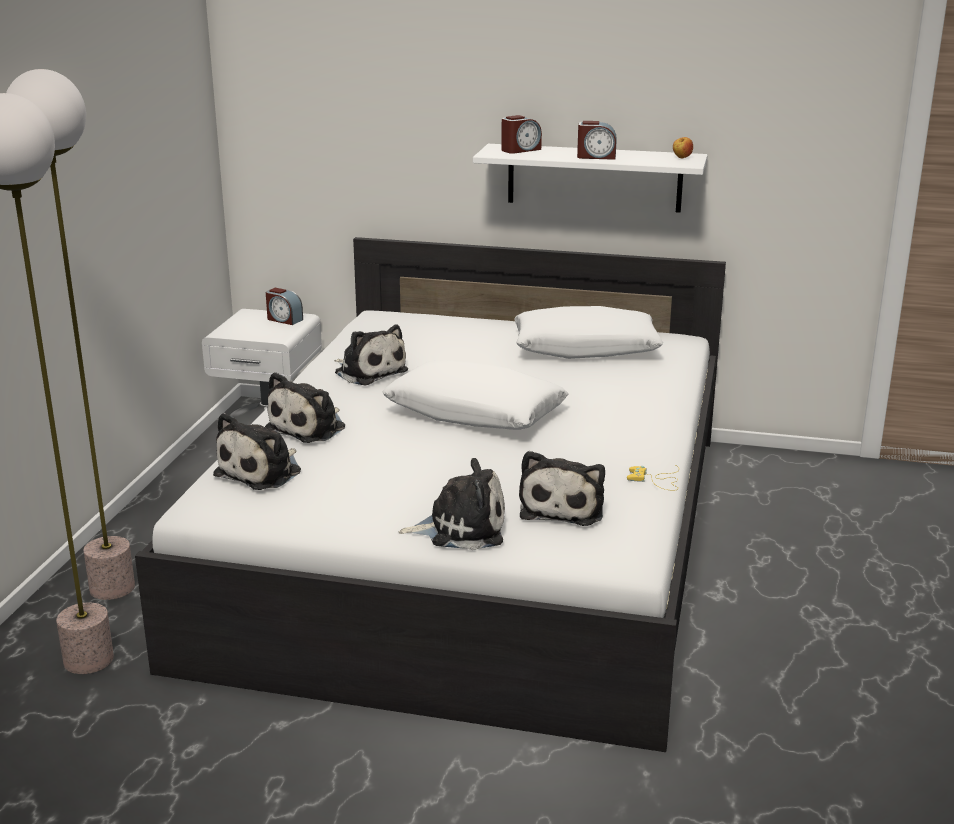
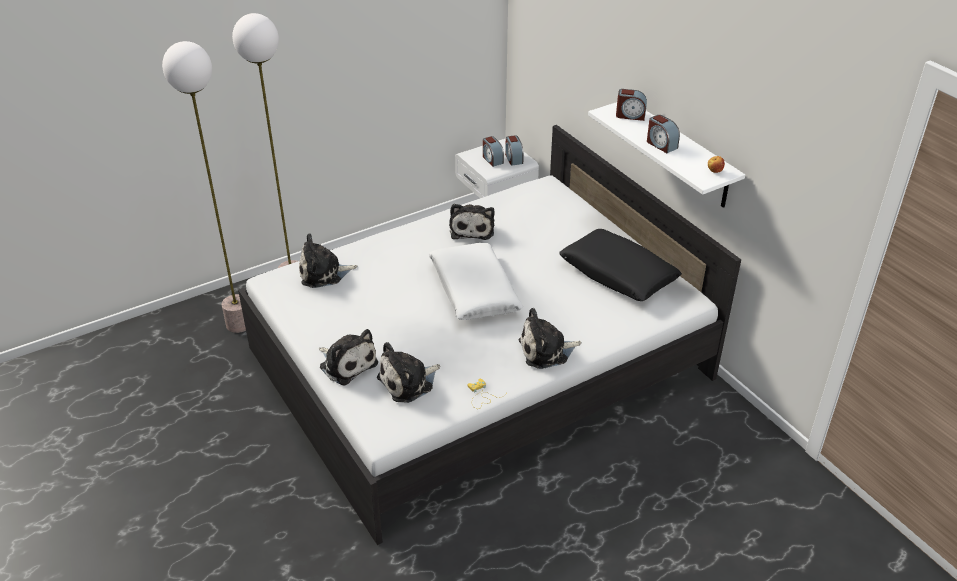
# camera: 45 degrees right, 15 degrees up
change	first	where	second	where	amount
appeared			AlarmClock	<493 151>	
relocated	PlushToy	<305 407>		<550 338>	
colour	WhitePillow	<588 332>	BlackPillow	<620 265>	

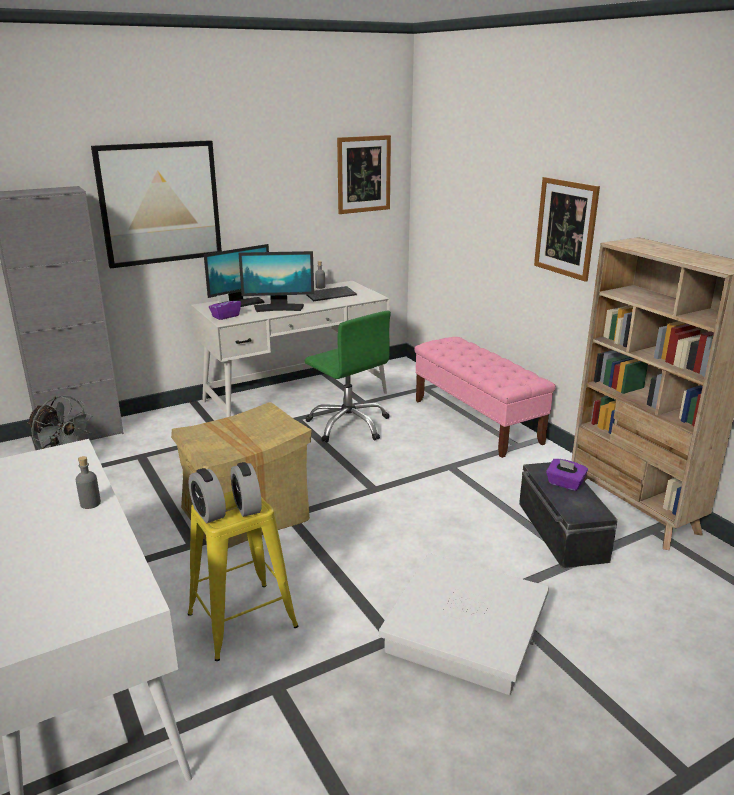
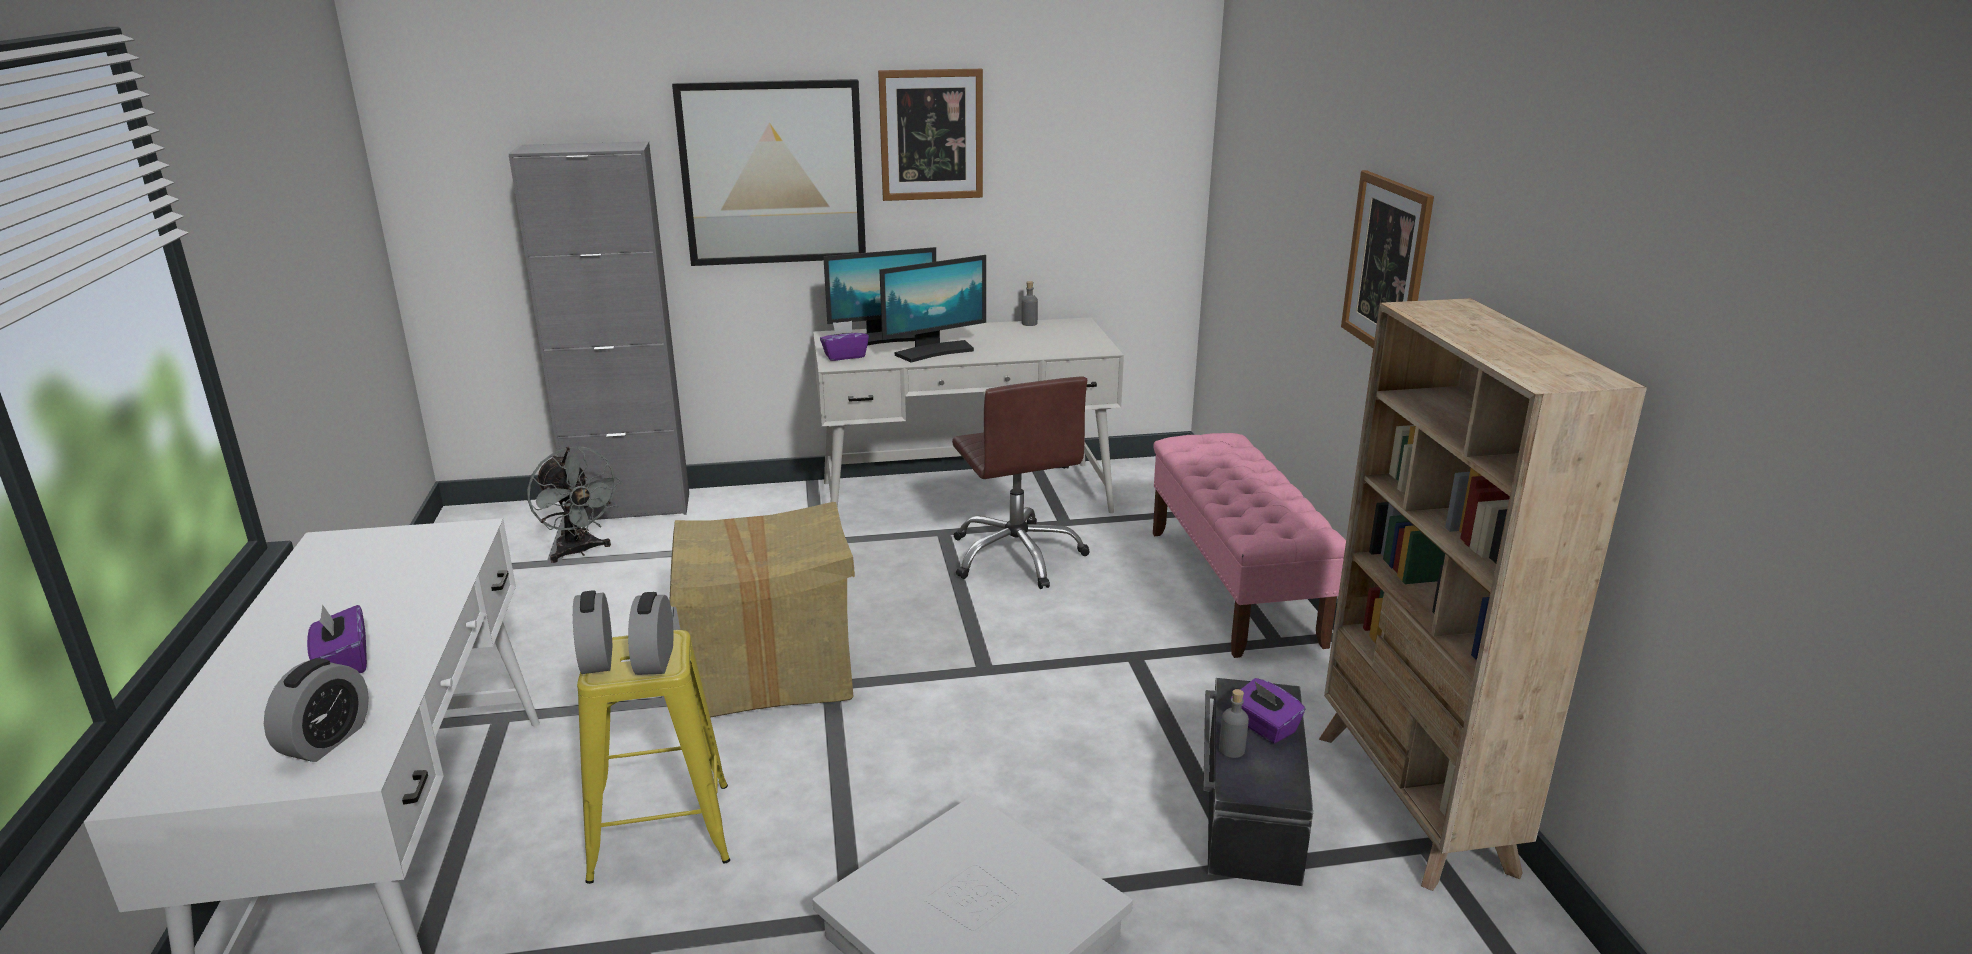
# camera: 20 degrees right, 0 degrees up
change	first	where	second	where	amount
missing	Keyboard	<332 293>			
appeared			AlarmClock	<316 710>	
appeared			PurpleTissueBox	<337 639>	
relocated	GreyBottle	<88 482>		<1234 723>	
relocated	Picture	<364 174>		<930 135>	
colour	GreenOfficeChair	<348 377>	BrownOfficeChair	<1021 483>	
spun	Monitor	<276 281>		<932 309>	45 degrees counterclockwise

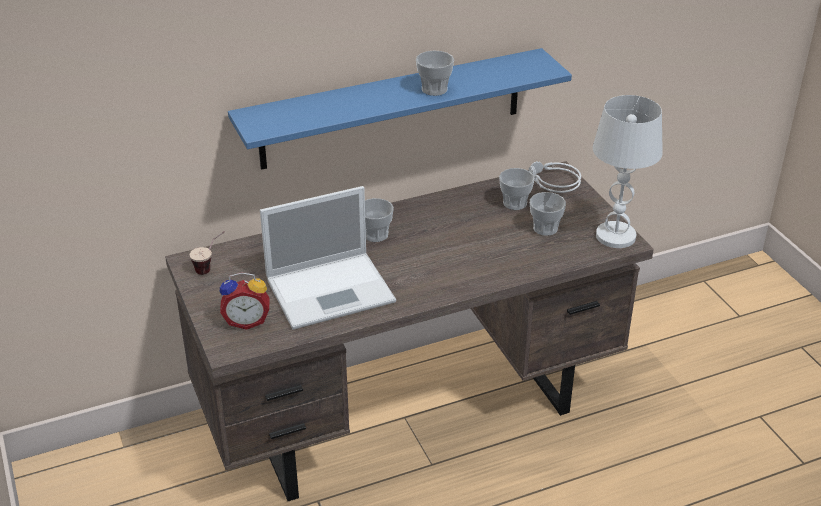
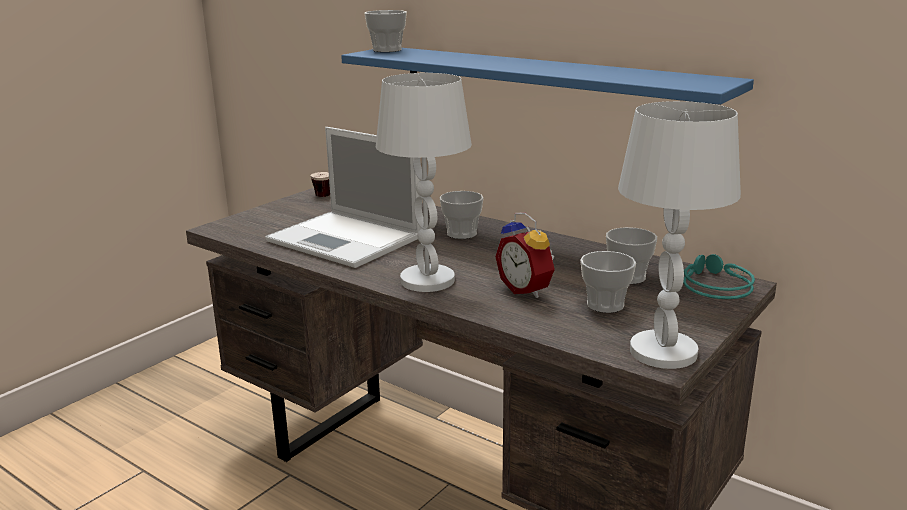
# camera: 60 degrees right, 15 degrees down
change	first	where	second	where	amount
appeared			WhiteTableLamp	<424 182>	
relocated	AlarmClock	<245 301>		<525 255>	
relocated	Cup	<435 73>		<385 31>	
colour	GreyHeadphones	<555 177>	TurquoiseHeadphones	<719 276>	

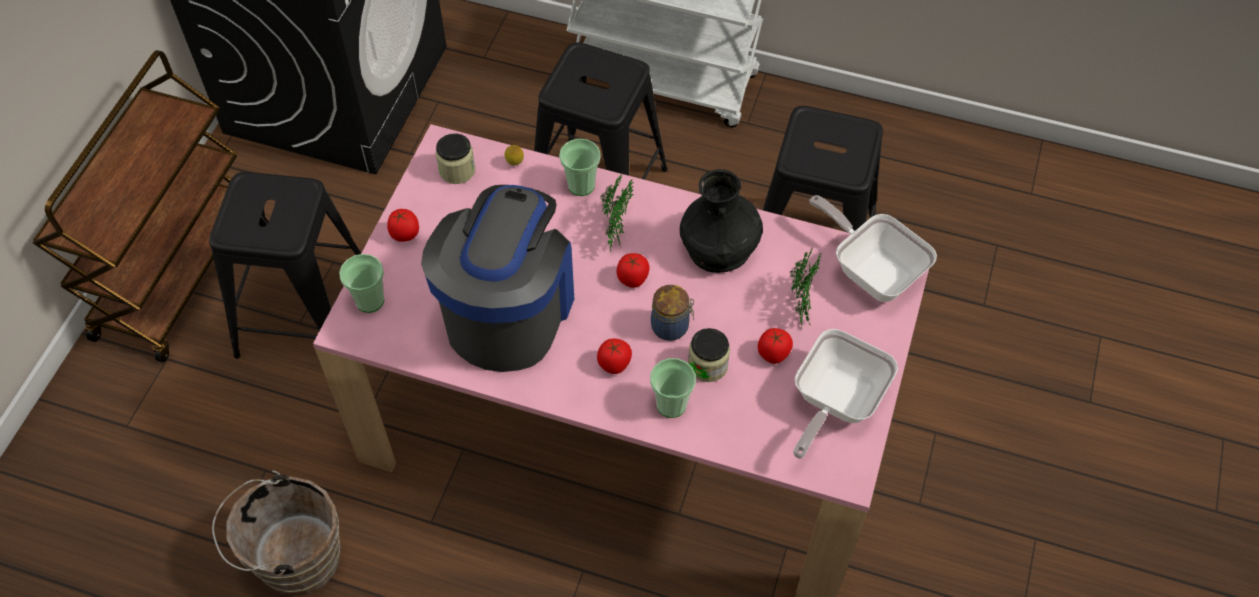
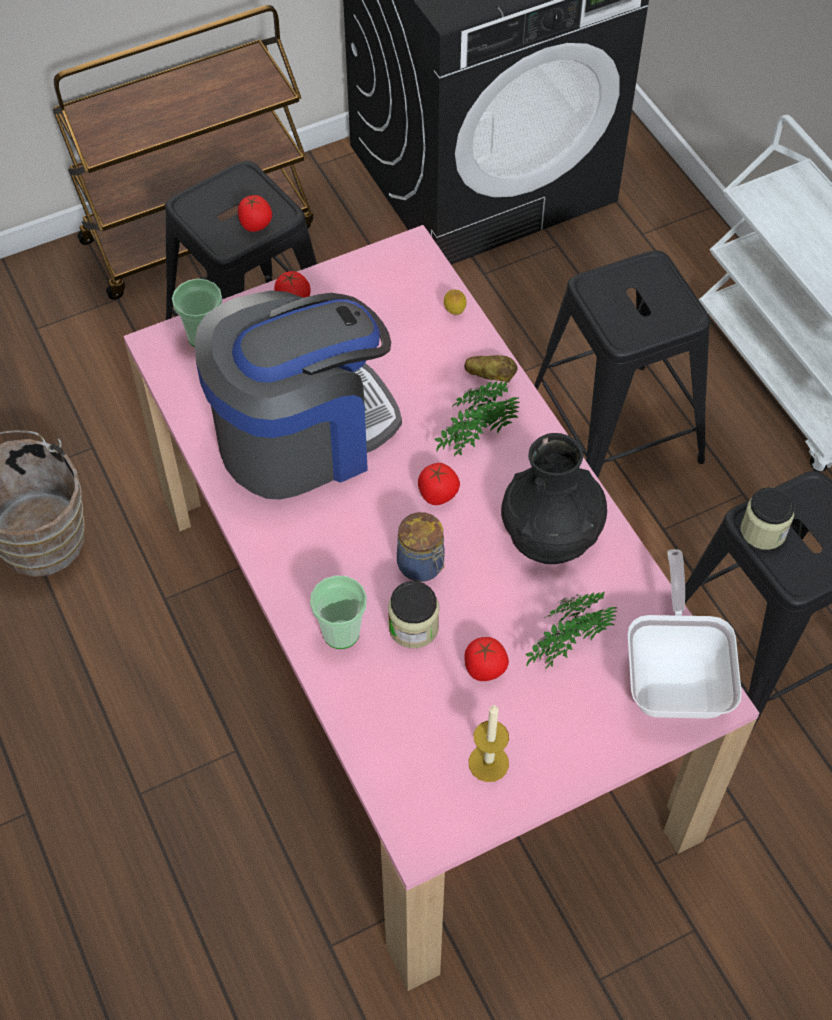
# camera: 45 degrees right, 0 degrees up
change	first	where	second	where	amount
relocated	Jar	<456 158>		<768 518>	
relocated	Tomato	<614 356>		<255 213>	
exchanged	Cup	<580 167>	Potato	<490 369>	
exchanged	FryingPan	<845 394>	Candle	<489 743>	

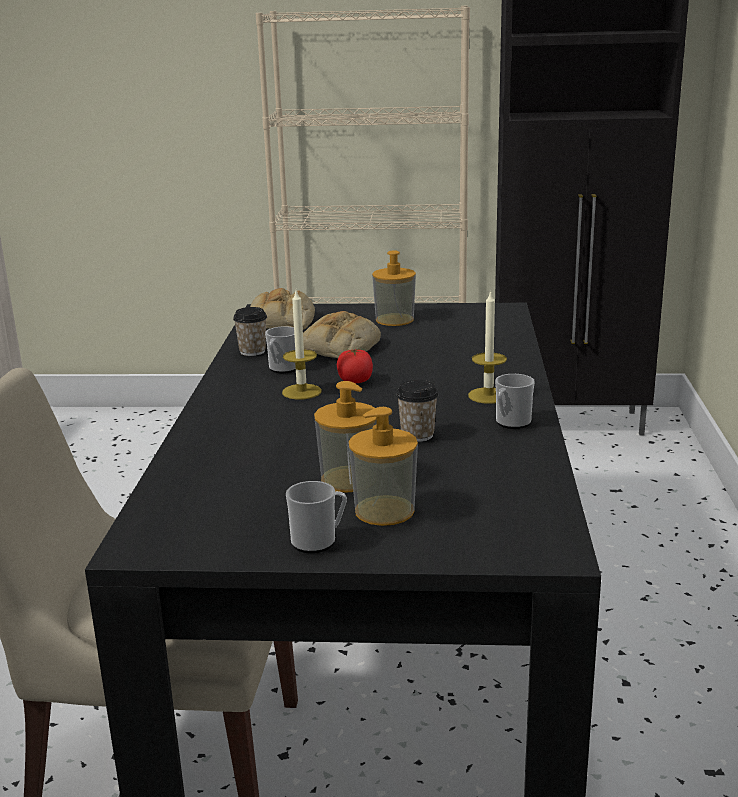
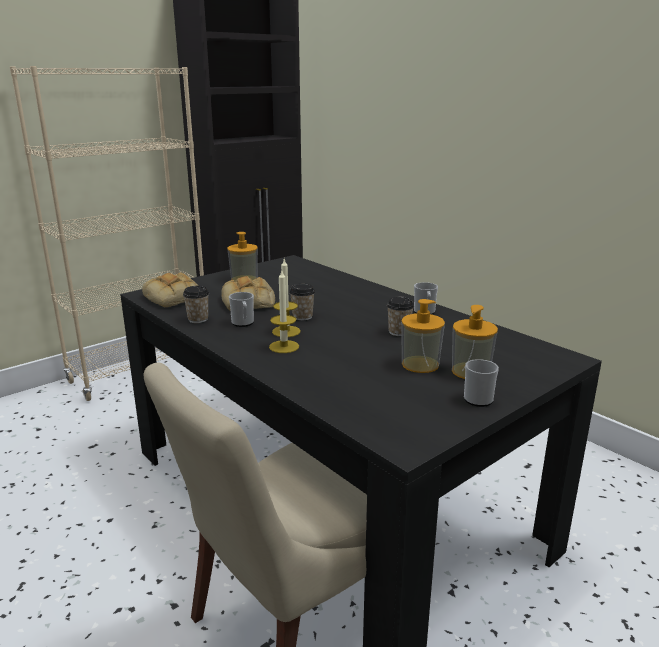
# camera: 45 degrees left, 0 degrees up
change	first	where	second	where	amount
relocated	Candle	<487 347>		<284 312>	
exchanged	Tomato	<355 366>	Cup	<302 302>	

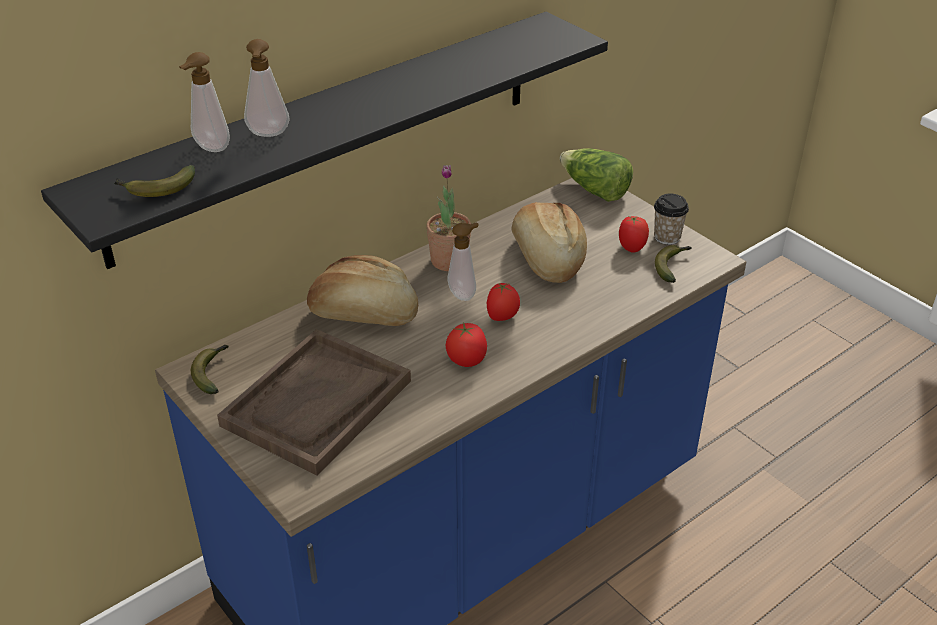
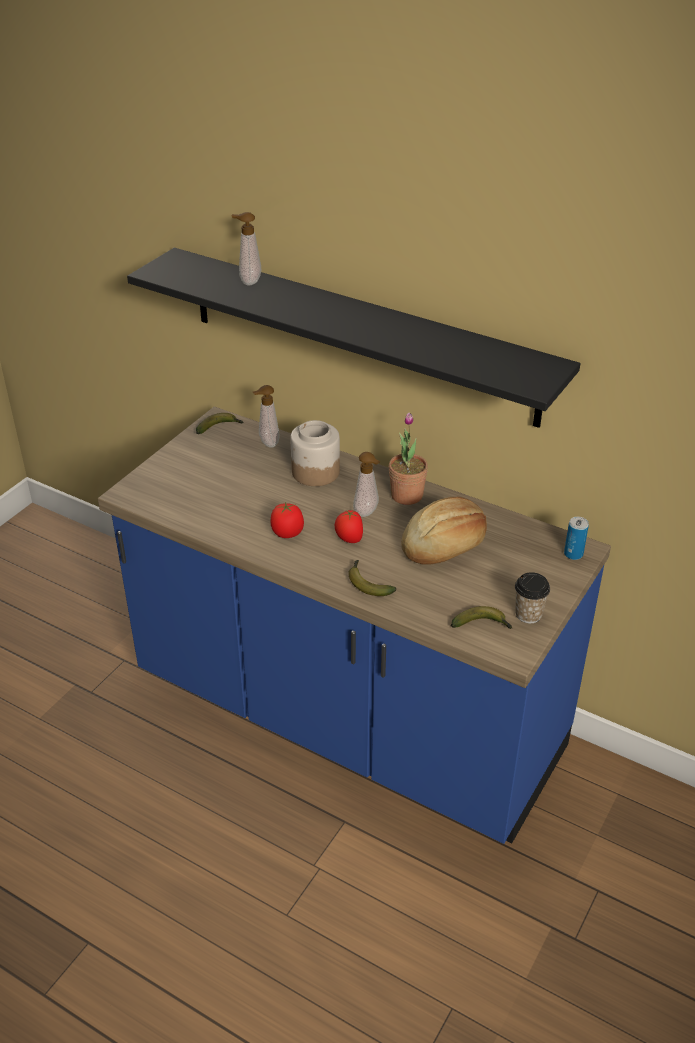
# camera: 70 degrees right, 0 degrees up
change	first	where	second	where	amount
missing	BrownTray	<314 402>			
missing	Tomato	<634 234>			
relocated	Banana	<154 181>		<372 578>	
relocated	SoapDispenser	<267 88>		<266 416>	
exchanged	Bread	<362 290>	Jar	<315 453>	
exchanged	Lettuce	<596 175>	Can	<576 538>	

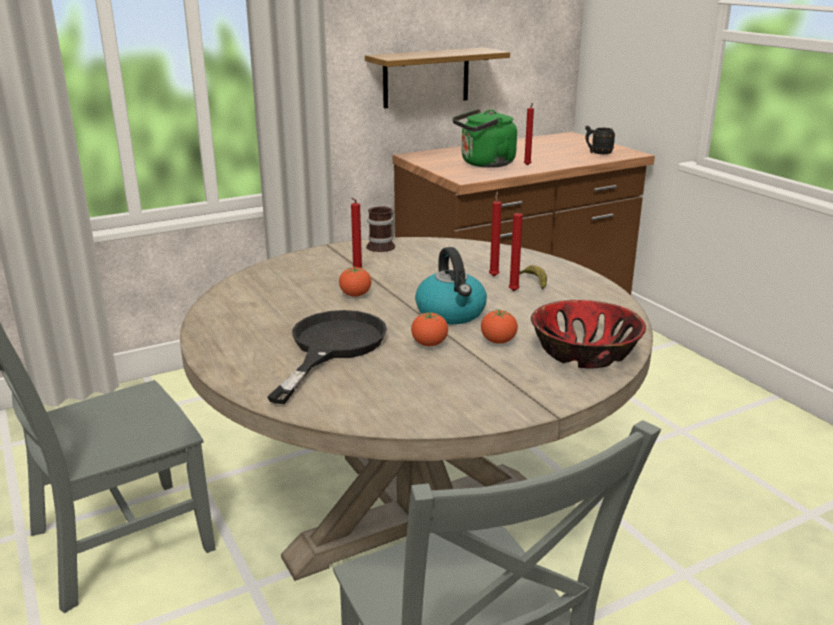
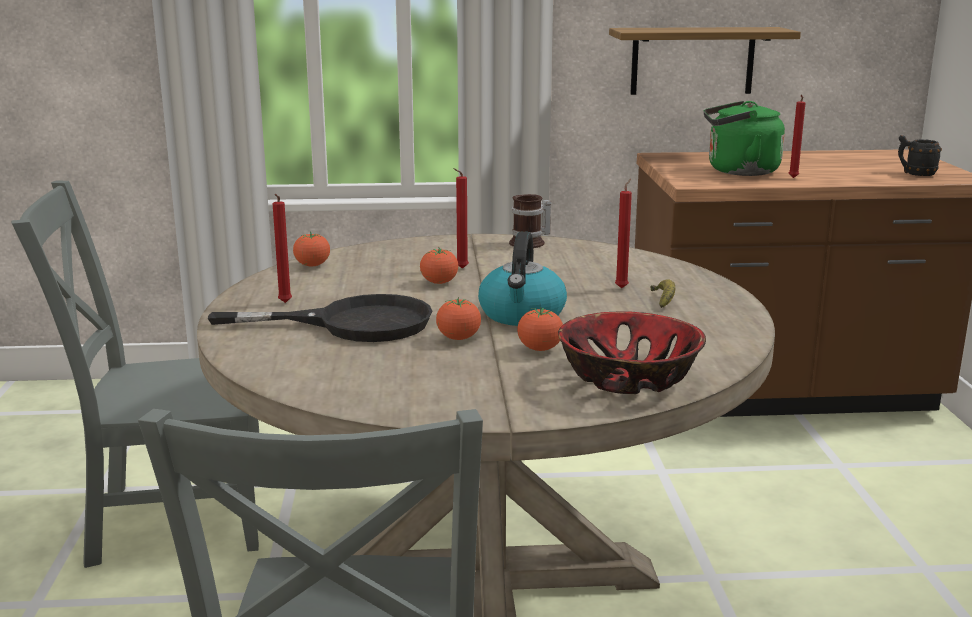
# camera: 25 degrees right, 5 degrees down
change	first	where	second	where	amount
appeared			Tomato	<311 248>	
relocated	RedCandle	<516 249>		<282 248>	
spun	BlackFryingPan	<327 357>		<320 318>	45 degrees clockwise

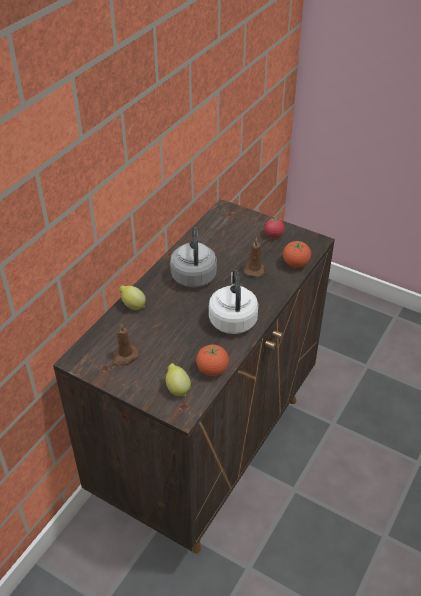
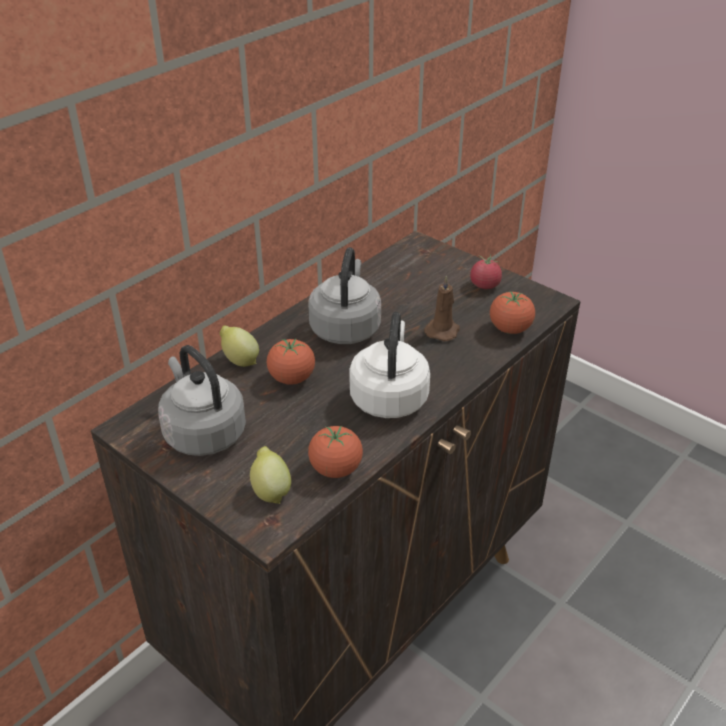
# camera: 10 degrees right, 5 degrees down
change	first	where	second	where	amount
appeared			Tomato	<291 362>	
exchanged	BrownCandle	<125 344>	GreyKettle	<202 400>	

